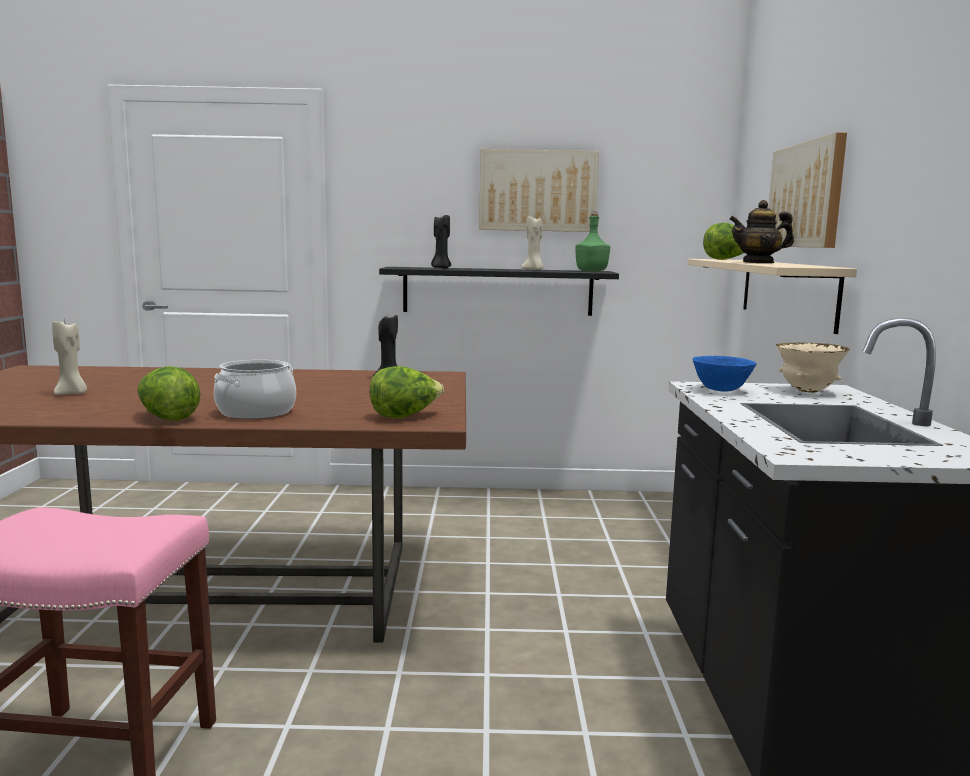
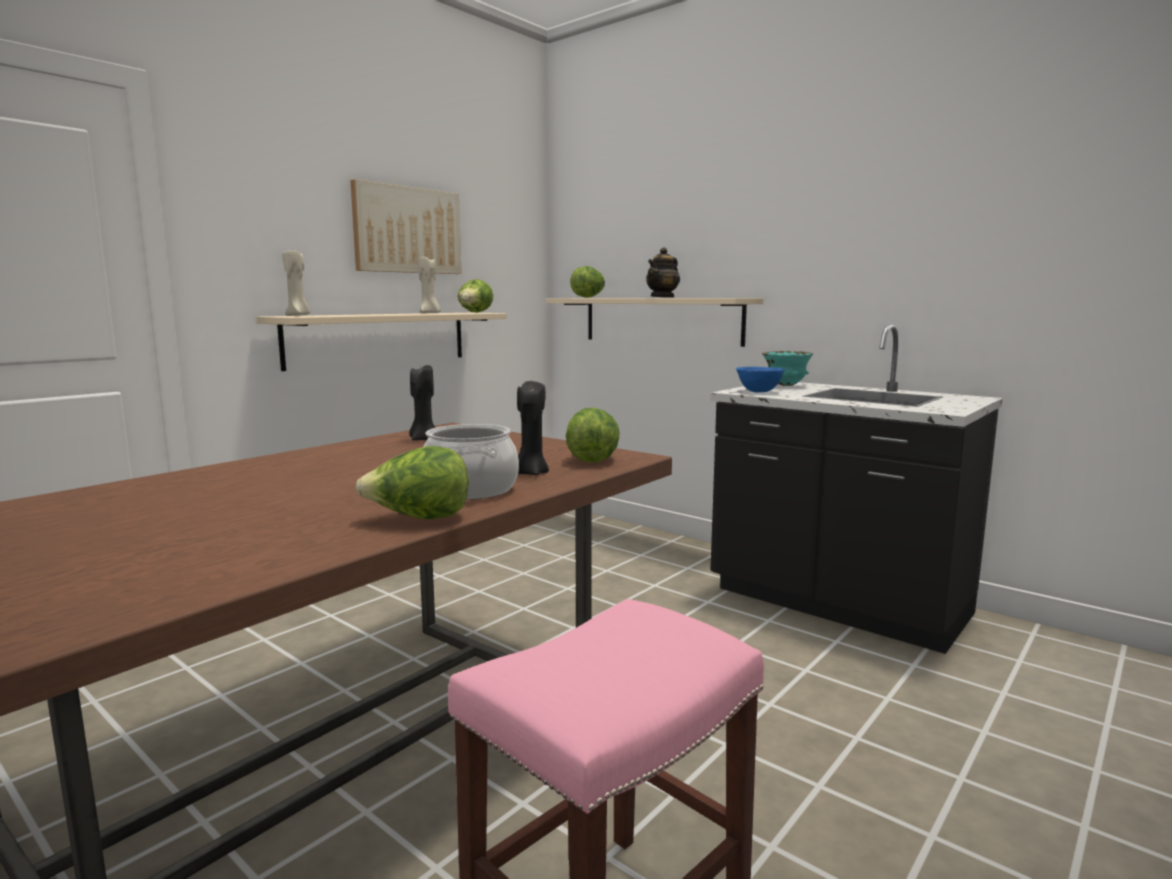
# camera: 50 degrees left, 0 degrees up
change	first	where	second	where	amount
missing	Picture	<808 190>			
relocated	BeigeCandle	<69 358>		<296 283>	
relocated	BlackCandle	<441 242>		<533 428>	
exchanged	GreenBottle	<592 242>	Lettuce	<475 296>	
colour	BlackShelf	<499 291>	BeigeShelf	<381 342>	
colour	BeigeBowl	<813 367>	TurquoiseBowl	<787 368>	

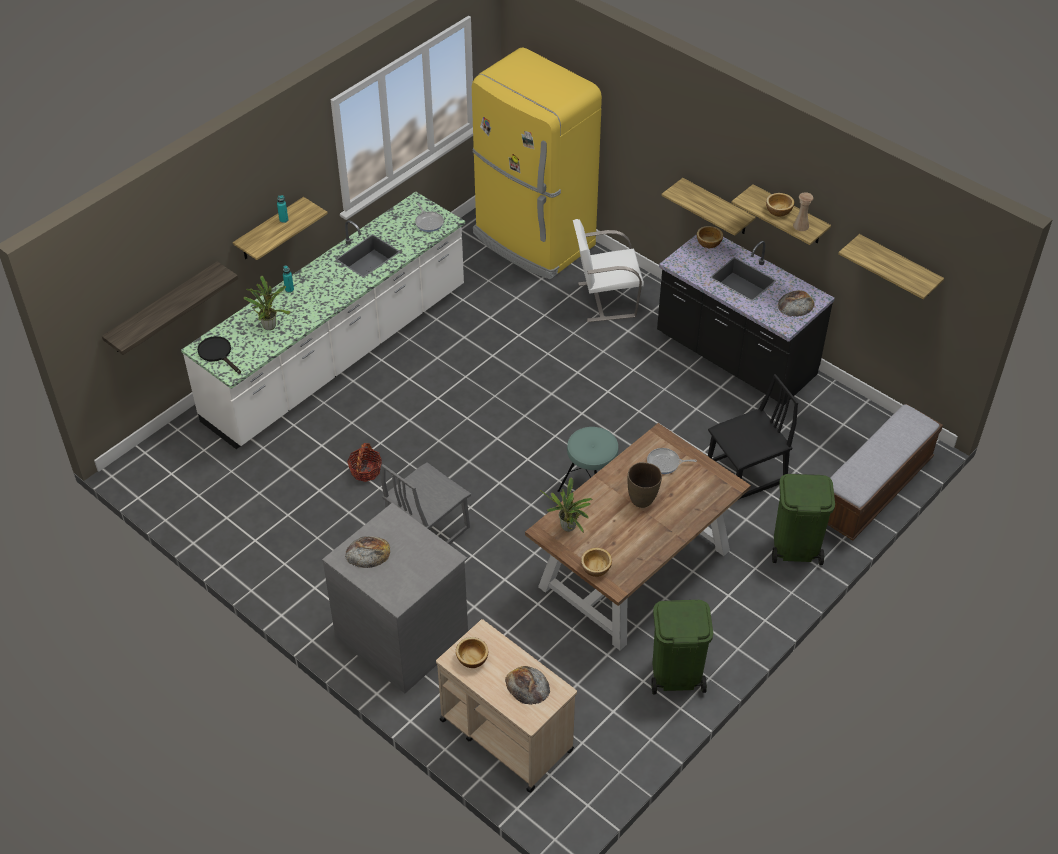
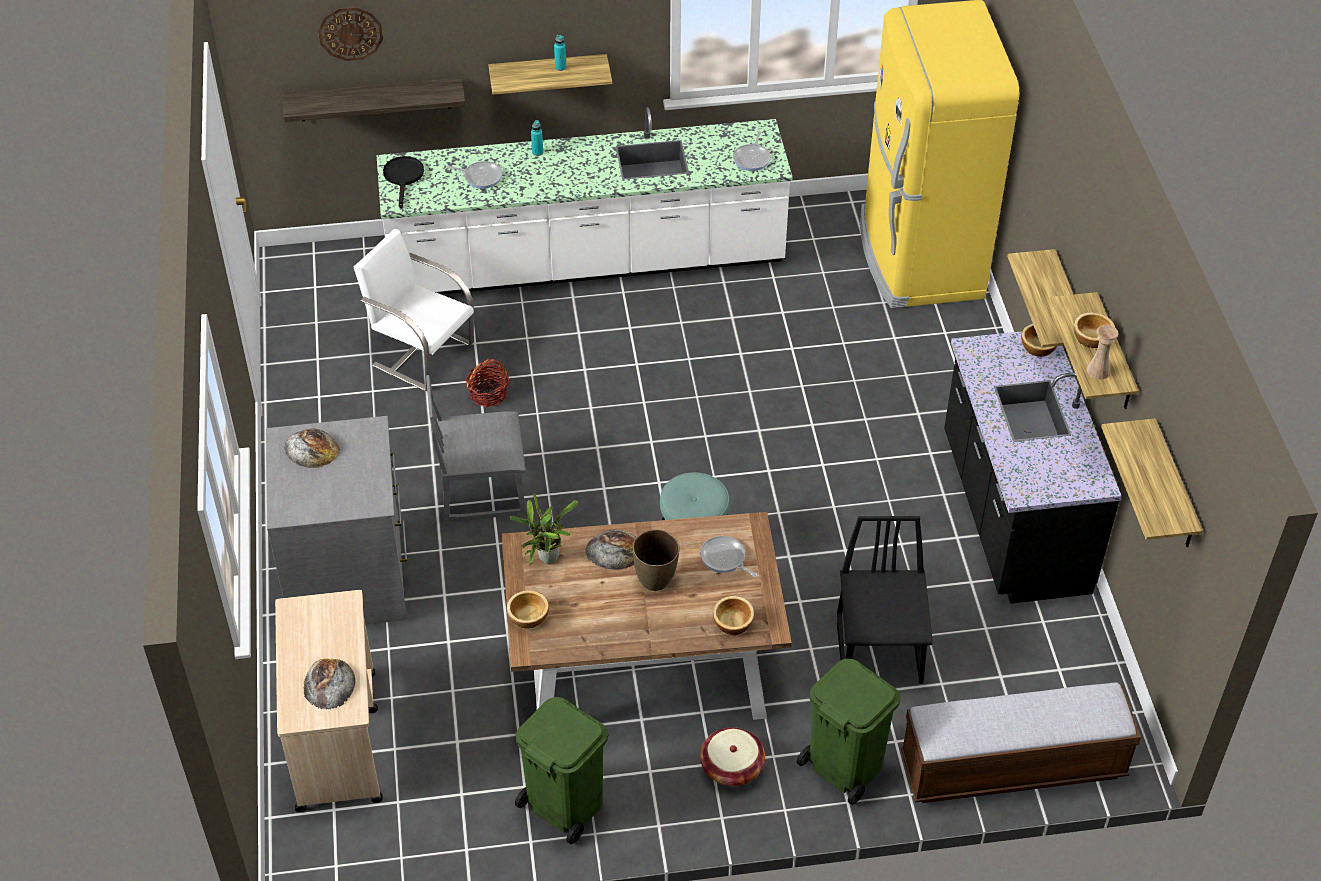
# camera: 40 degrees right, 0 degrees up
change	first	where	second	where	amount
appeared			WallClock	<350 34>	
appeared			Basket	<732 756>	
relocated	Bowl	<472 652>		<733 615>	
relocated	WhiteChair	<608 270>		<414 310>	
relocated	Bread	<796 303>		<611 550>	
exchanged	PottedPlant	<267 303>	FryingPan	<474 175>	
spun	BlackChair	<753 437>		<885 600>	105 degrees counterclockwise

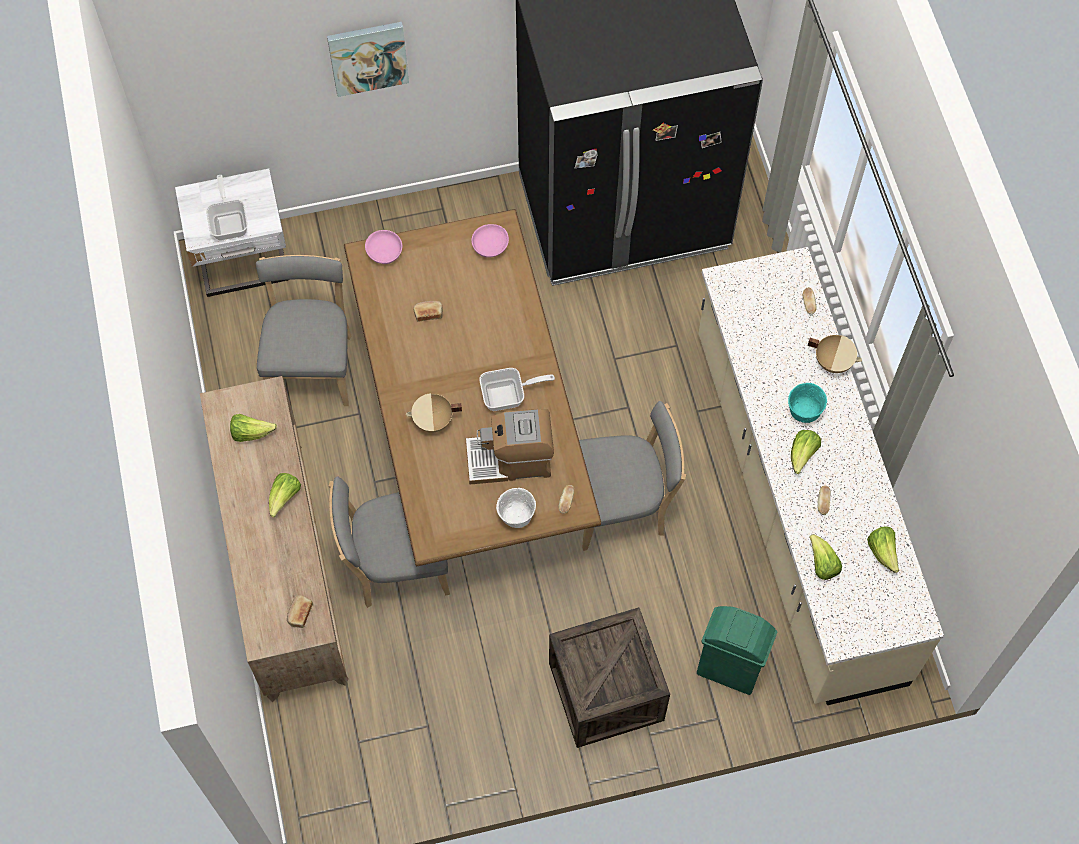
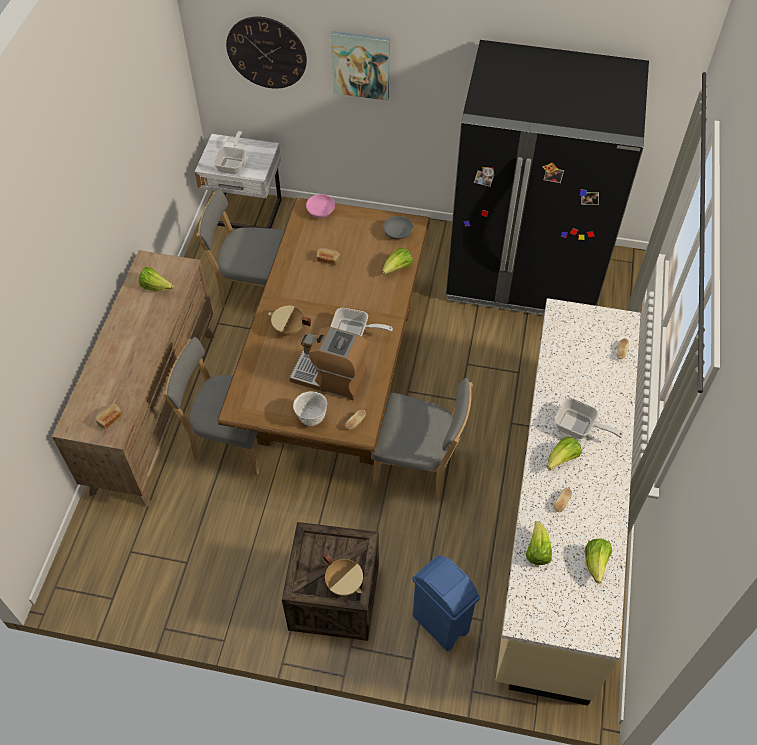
# camera: 25 degrees right, 10 degrees down
change	first	where	second	where	amount
appeared			WallClock	<266 53>	
relocated	Lettuce	<285 495>		<397 261>	
relocated	BeigeCookingPot	<834 354>		<343 575>	
exchanged	TurquoiseBowl	<807 403>	FryingPan	<589 418>	
colour	PinkBowl	<490 241>	GreyBowl	<398 227>	
colour	GreenTrashCan	<737 650>	BlueTrashCan	<446 603>	
spun	GreyChair	<303 330>		<241 248>	105 degrees counterclockwise

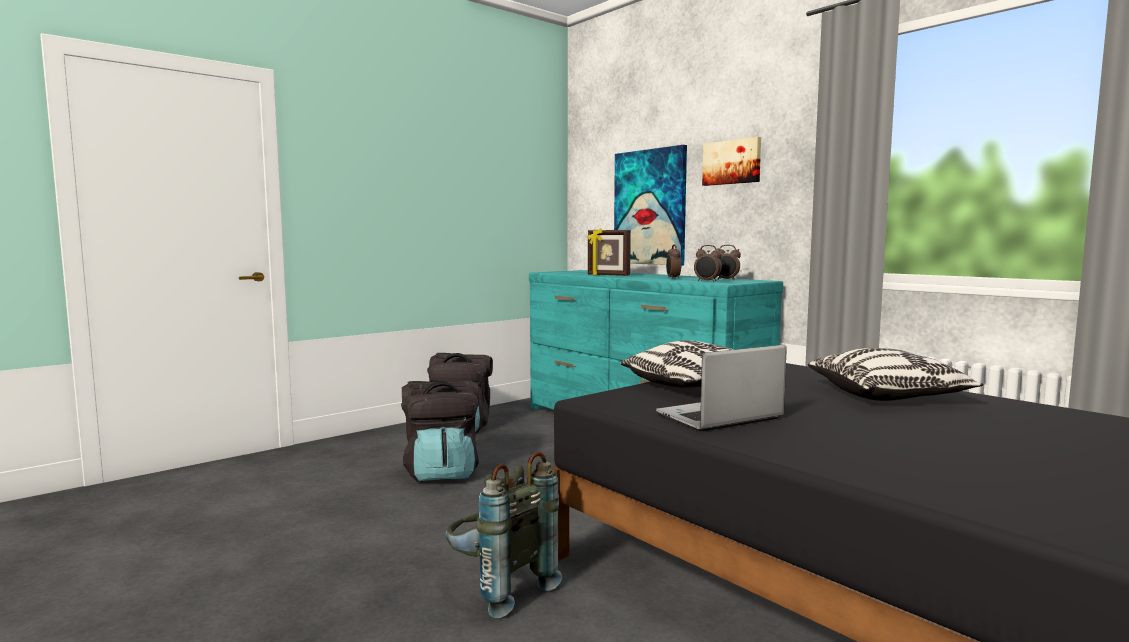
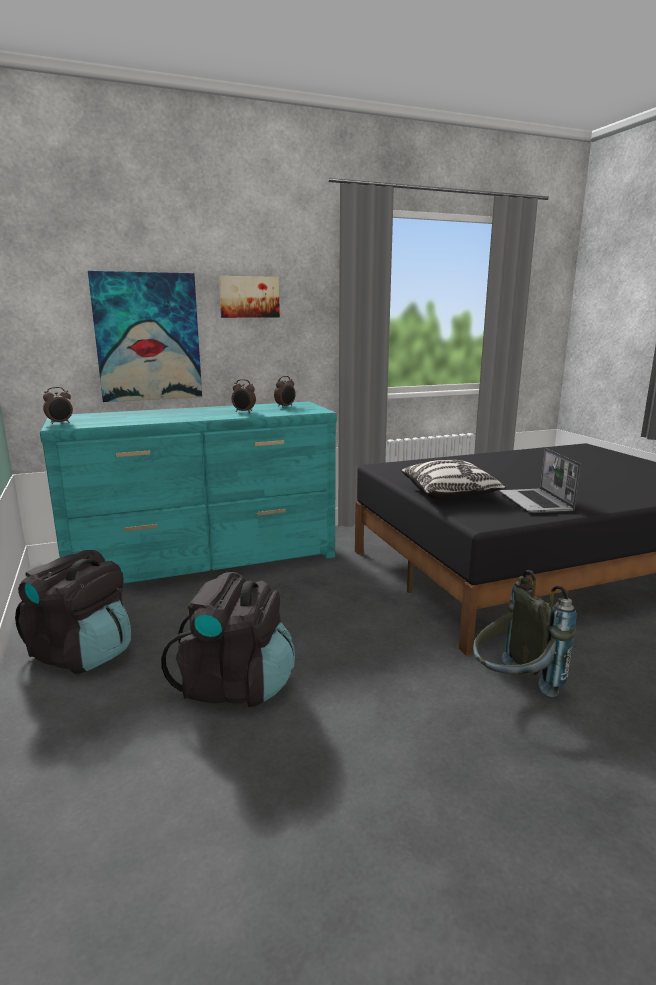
# camera: 70 degrees left, 10 degrees up
change	first	where	second	where	amount
missing	PictureFrame	<609 252>			
missing	Pillow	<896 374>			
relocated	AlarmClock	<708 263>		<58 405>	

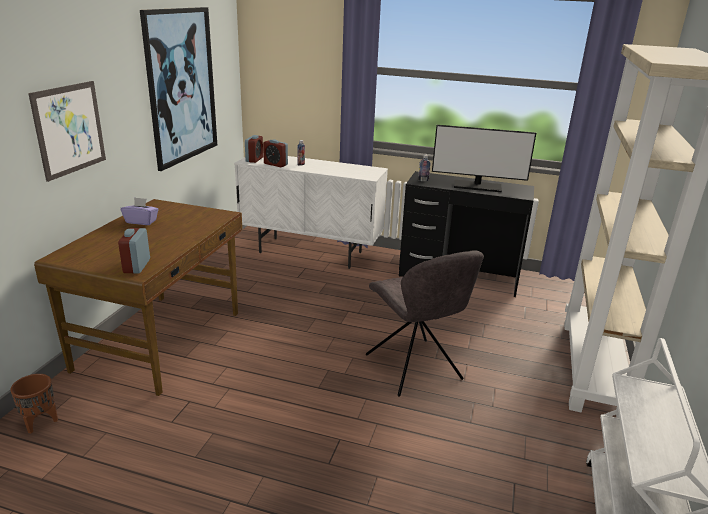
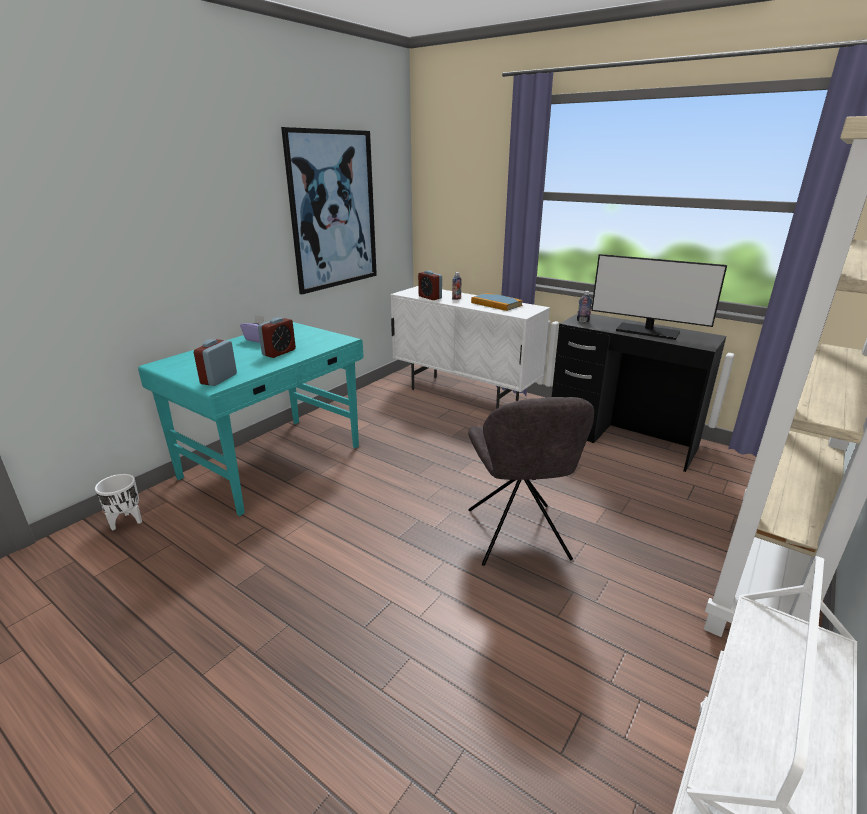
# camera: 20 degrees right, 0 degrees up
change	first	where	second	where	amount
missing	Picture	<67 131>			
appeared			Book	<497 302>	
relocated	AlarmClock	<254 149>		<277 338>	
colour	BrownPlanter	<34 403>	WhitePlanter	<118 502>	
colour	BrownDesk	<138 297>	TurquoiseDesk	<250 419>	

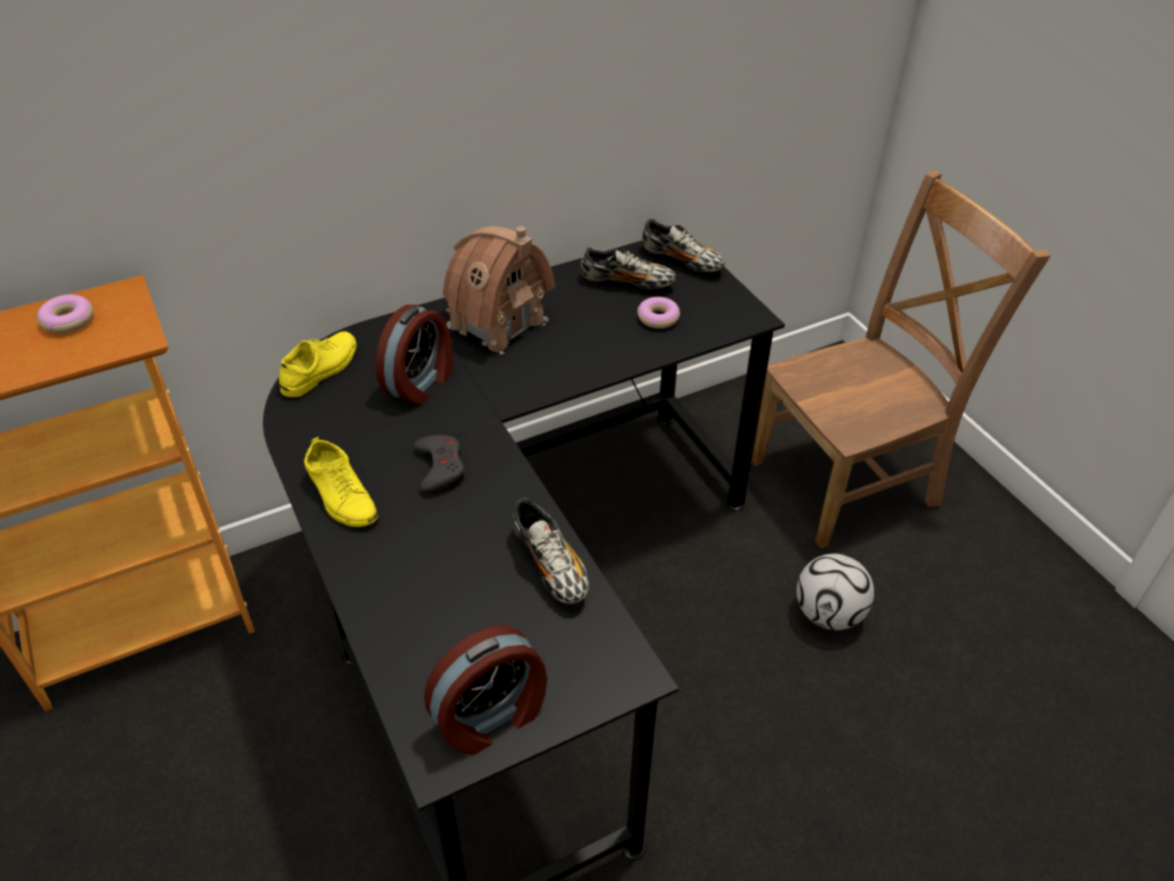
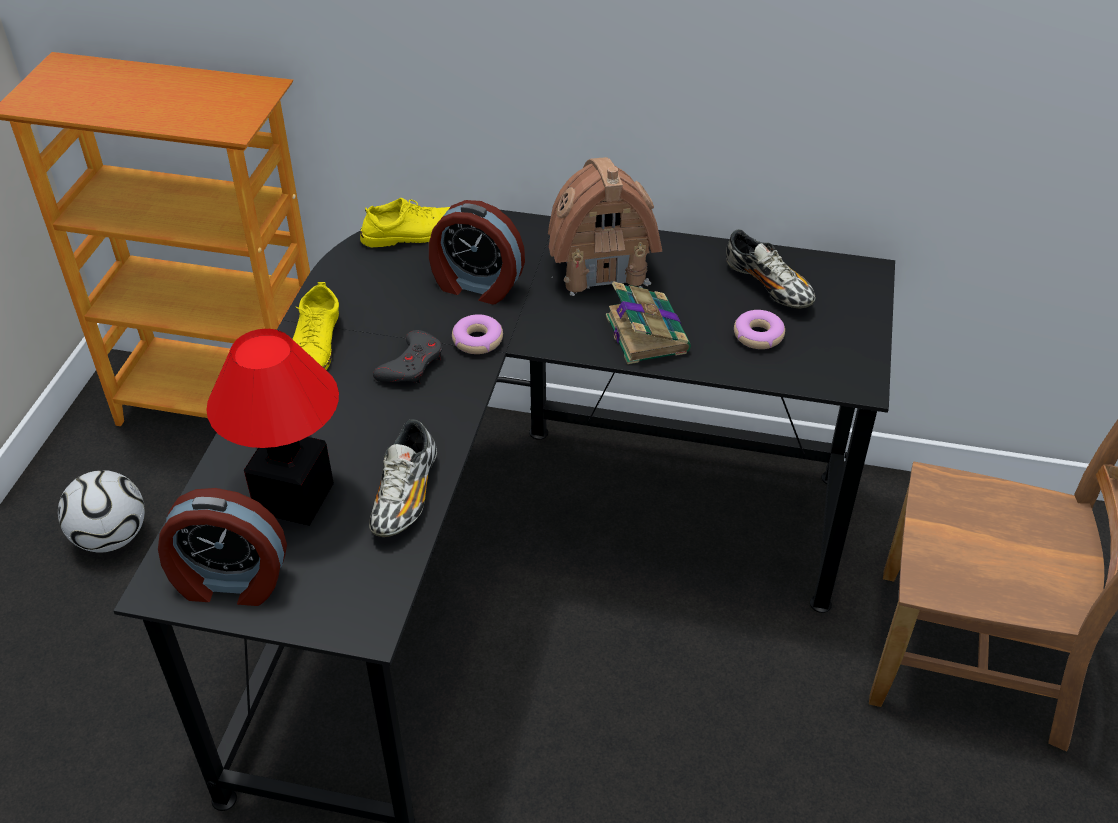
# camera: 40 degrees right, 0 degrees up
change	first	where	second	where	amount
missing	Shoe	<683 245>			
appeared			TableLamp	<272 427>	
appeared			Book	<648 322>	
relocated	Donut	<65 314>		<477 334>	
relocated	Football	<835 592>		<101 511>	
spun	AlarmClock	<414 355>		<477 252>	45 degrees clockwise

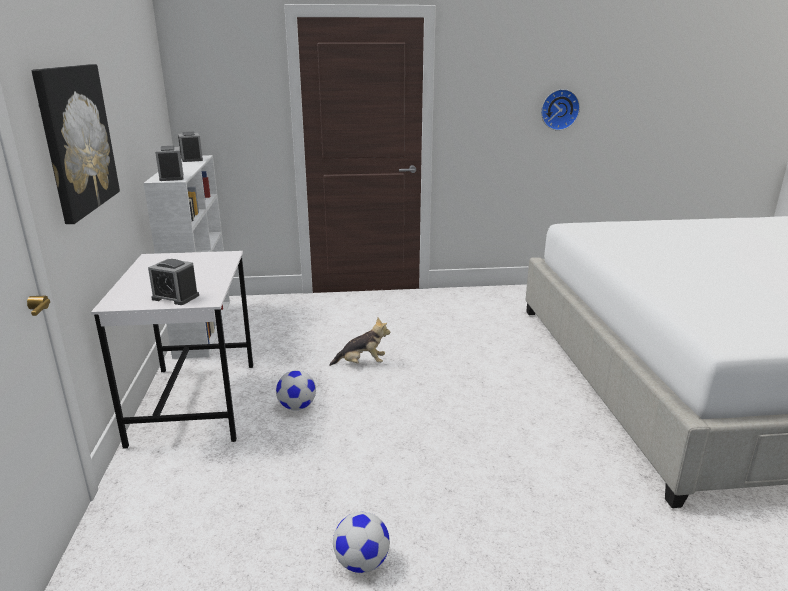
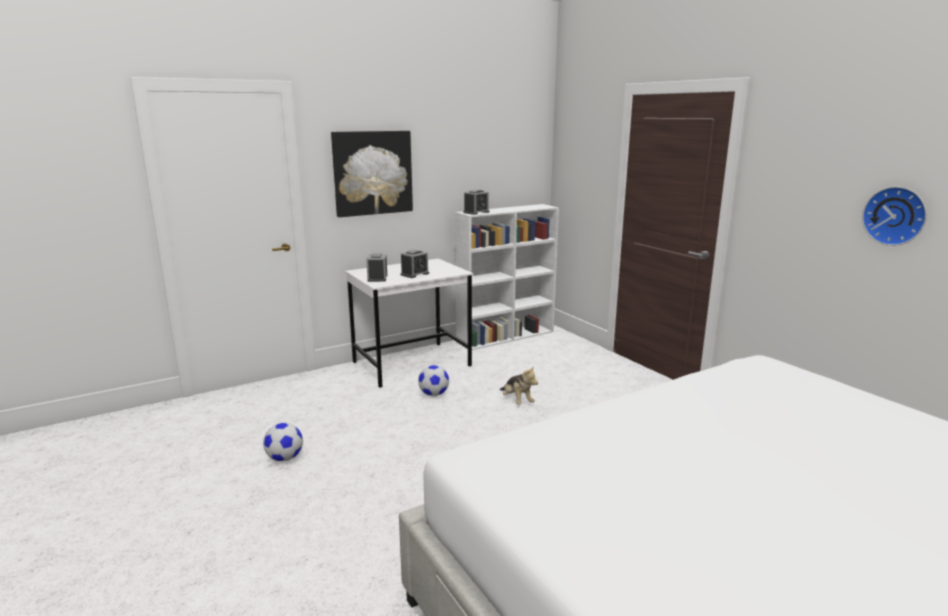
# camera: 65 degrees right, 5 degrees down
change	first	where	second	where	amount
relocated	AlarmClock	<190 147>		<415 264>	

